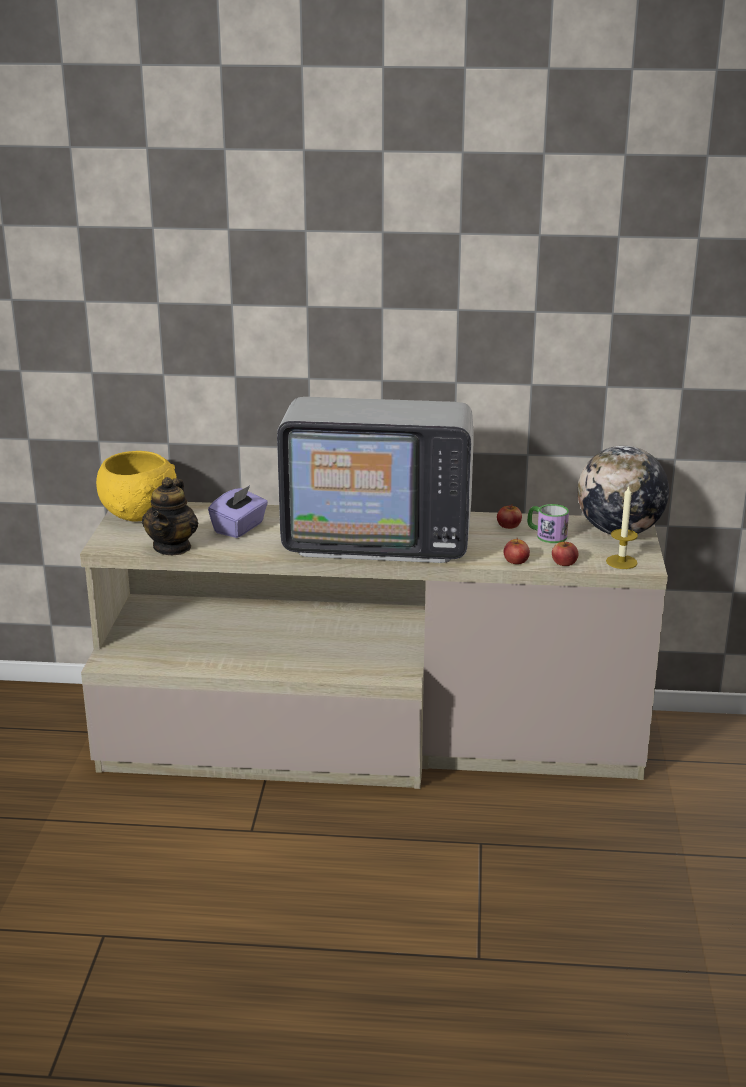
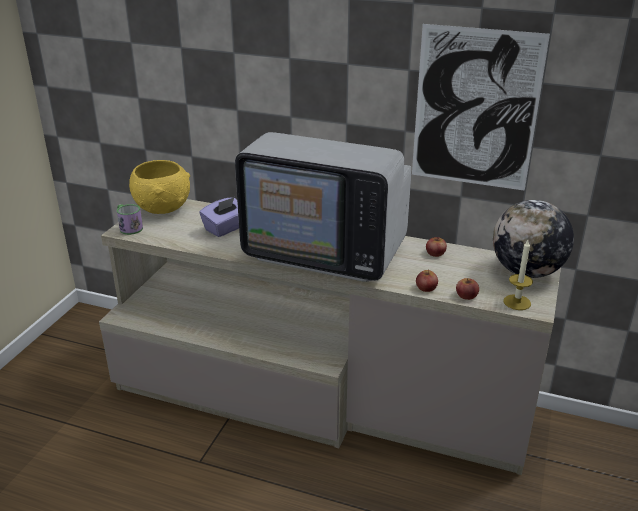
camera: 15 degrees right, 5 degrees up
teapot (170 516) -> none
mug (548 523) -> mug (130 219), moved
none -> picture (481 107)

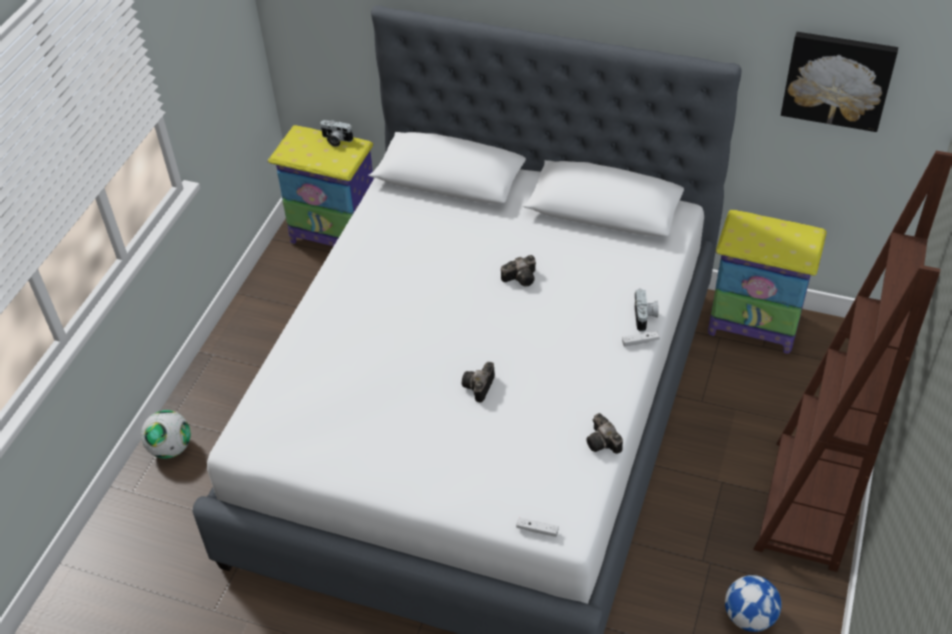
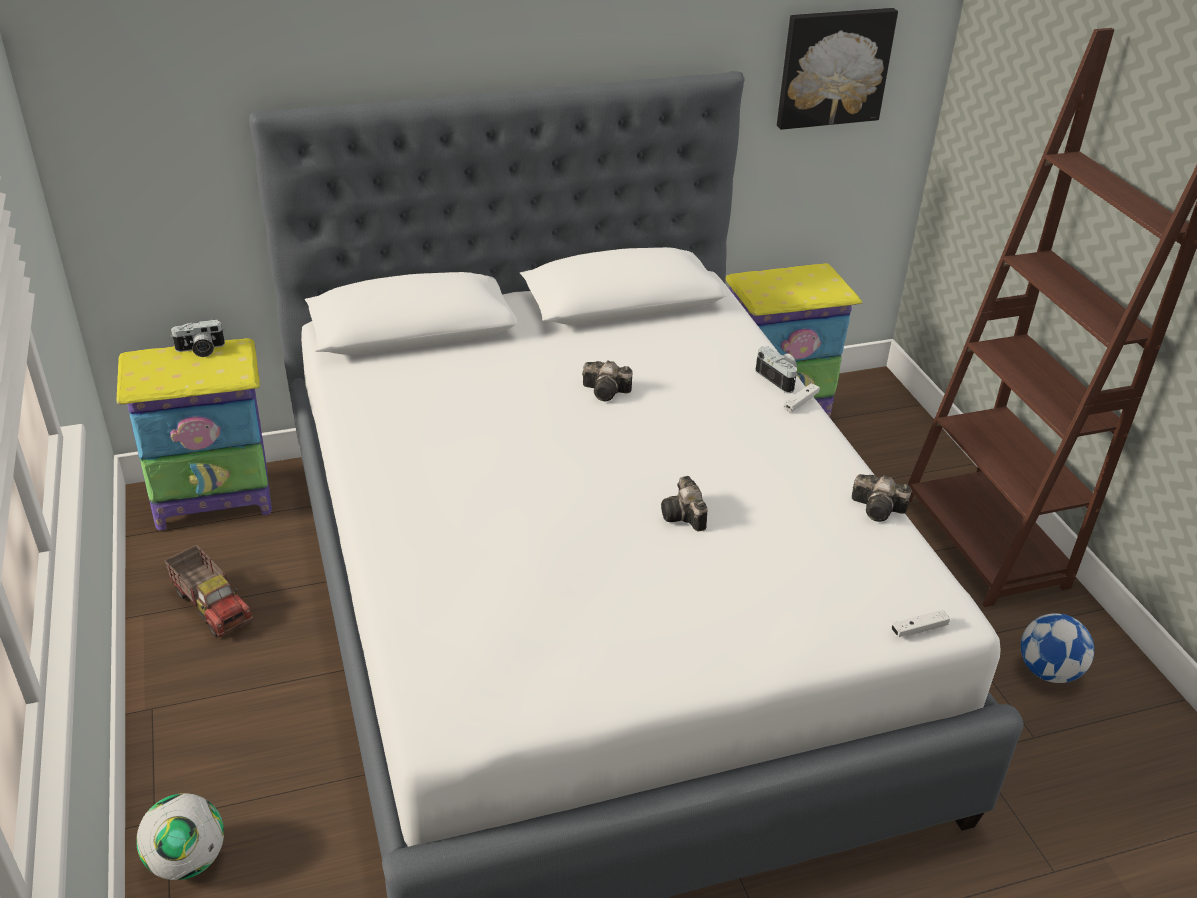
camera: 40 degrees left, 10 degrees down
photo camera (518 271) -> photo camera (607 380), 75 degrees clockwise
none -> toy truck (208 591)

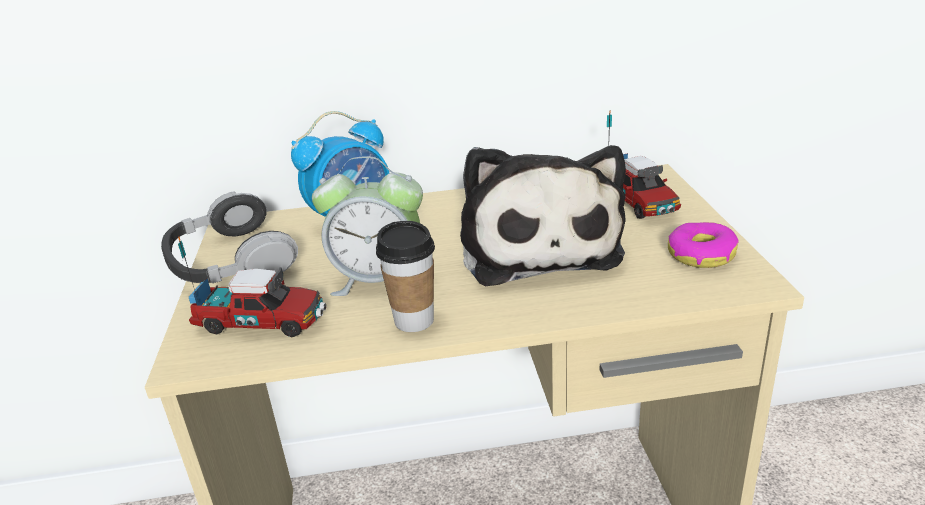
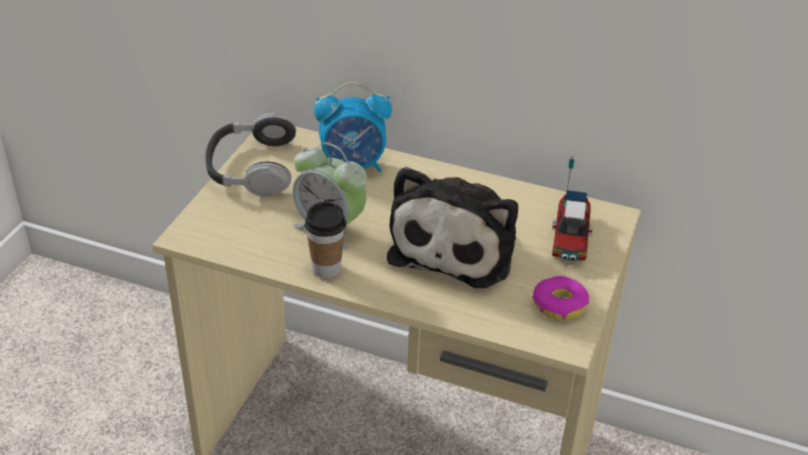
camera: 25 degrees right, 10 degrees up
toy truck (252 286) -> none

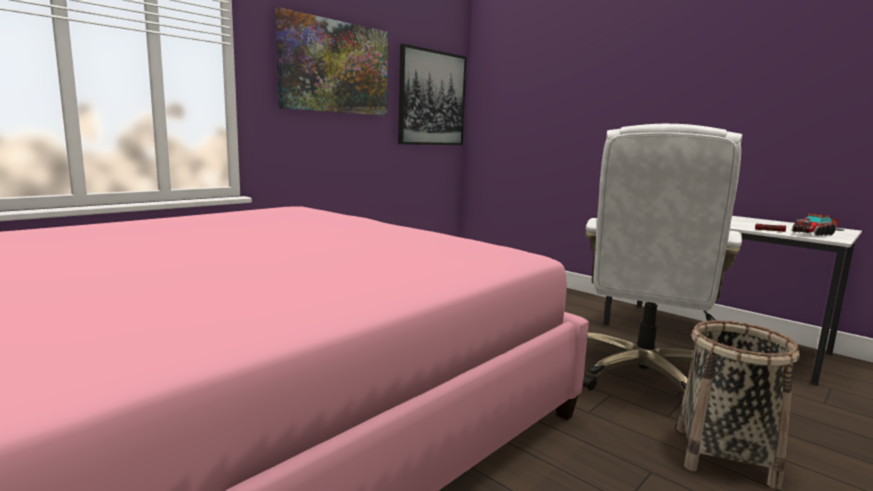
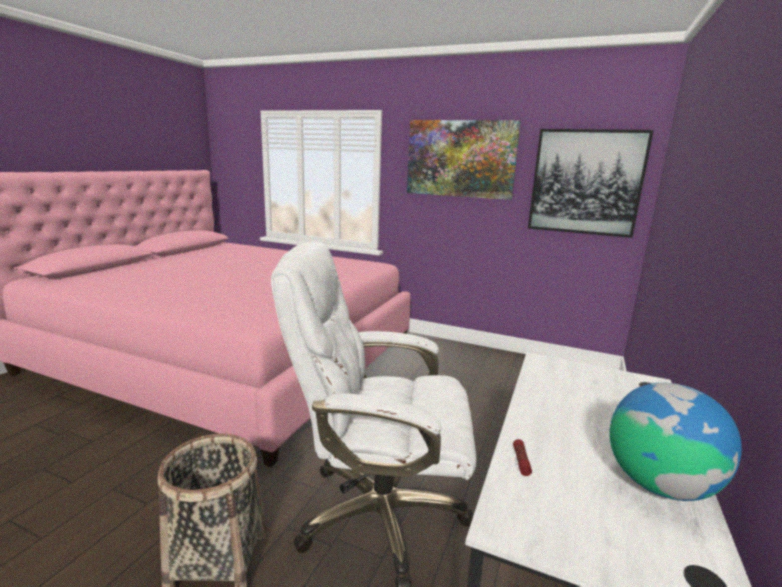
camera: 70 degrees right, 5 degrees up
toy truck (815 225) -> none
none -> globe (675 442)

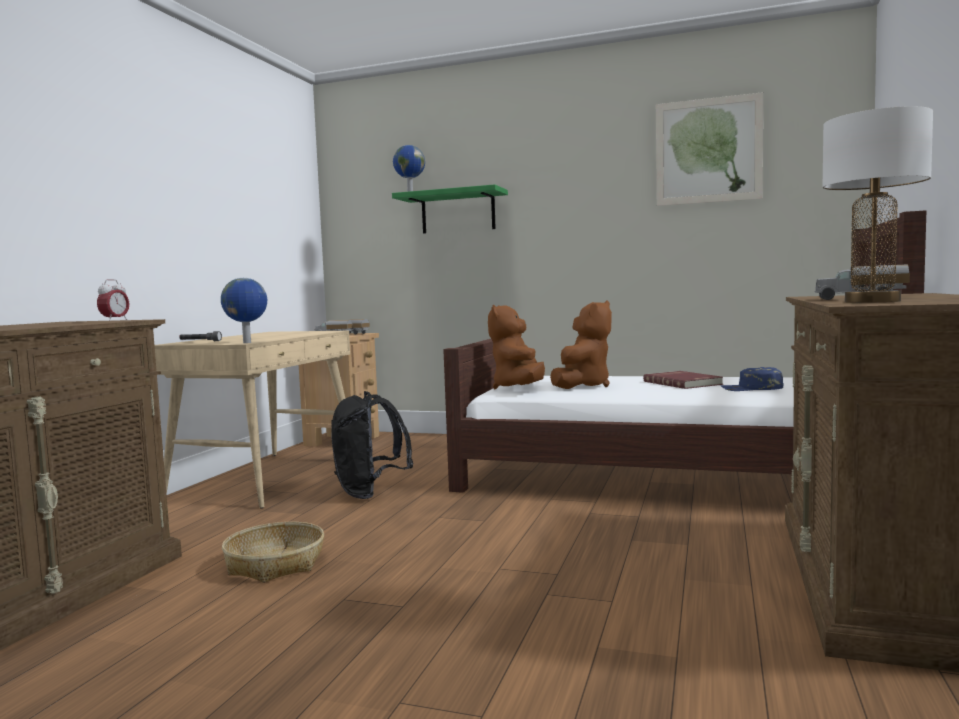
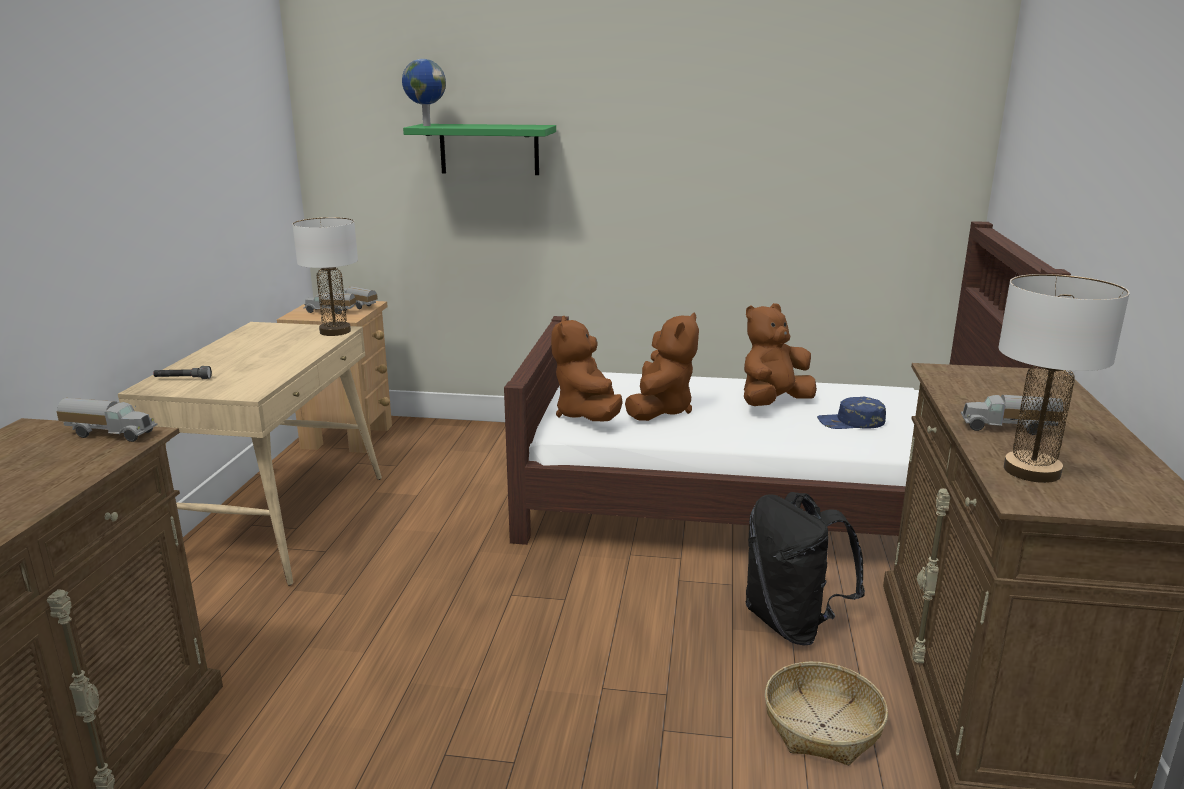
camera: 10 degrees left, 15 degrees up
alarm clock (113 300) -> toy truck (107 420)
globe (244 310) -> none
basket (273 552) -> basket (826 713), moved
black backpack (372 445) -> black backpack (805 568), moved
red book (683 380) -> brown plush toy (780 354)
picture (709 149) -> none
none -> table lamp (325 276)

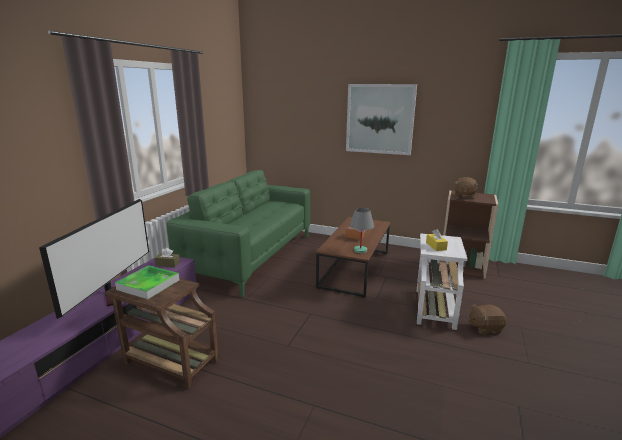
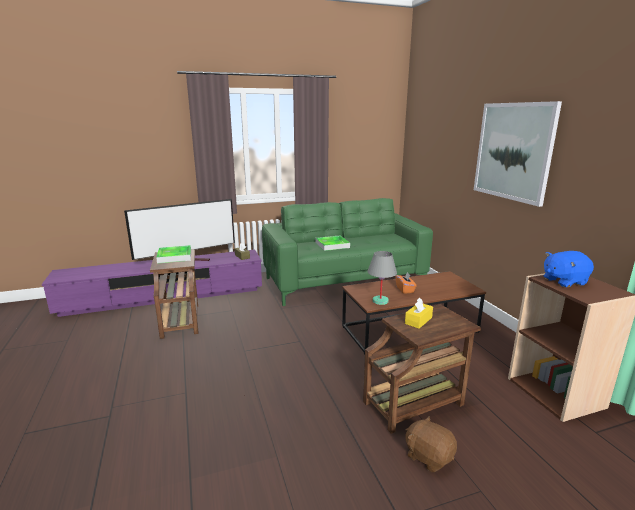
camera: 50 degrees right, 0 degrees up
white side table (441 281) -> brown side table (422 369)
brown plush toy (467 188) -> blue plush toy (569 269)
none -> tray (333 243)

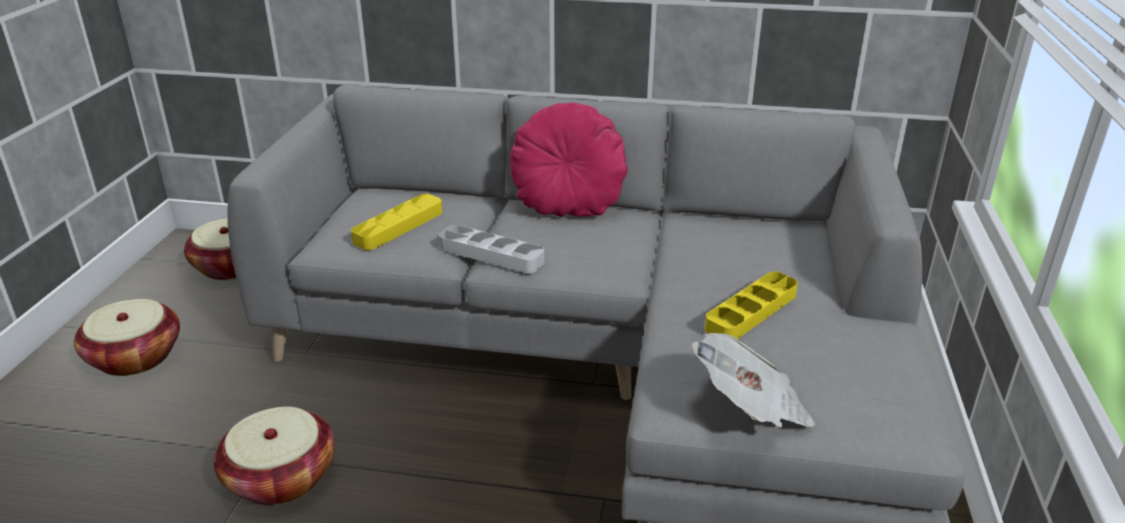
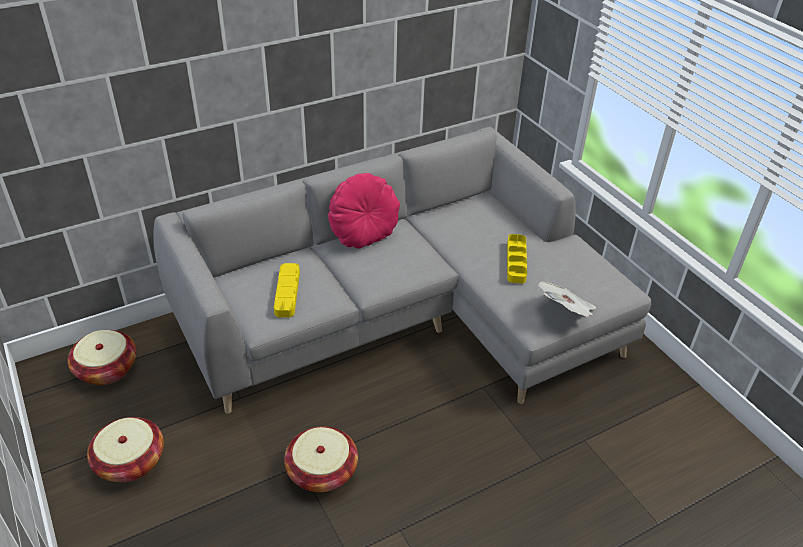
camera: 40 degrees left, 10 degrees up
grey tray (491 249) -> none

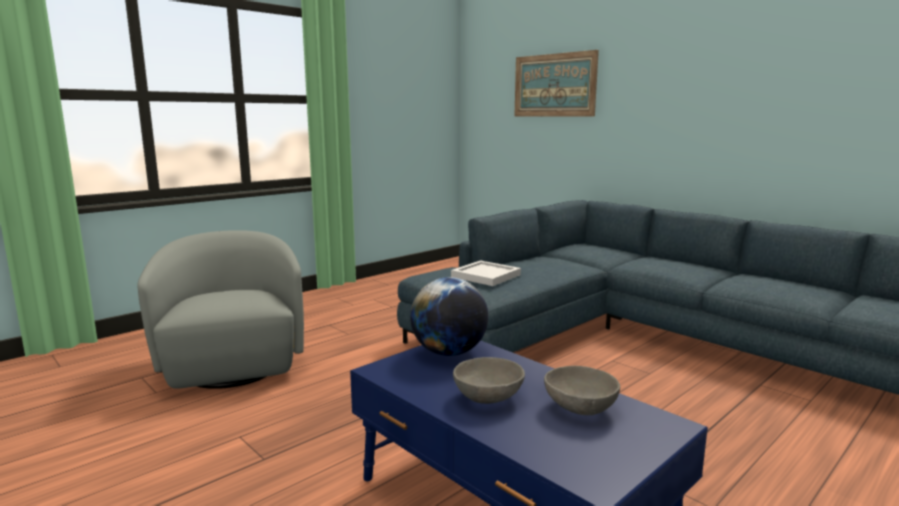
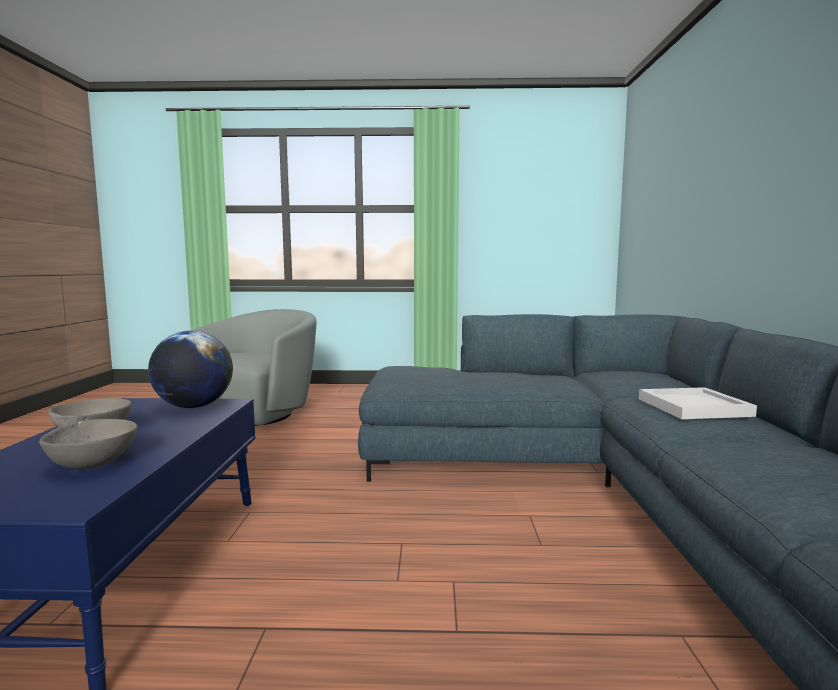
camera: 45 degrees right, 5 degrees down
white tray (486 273) -> white tray (698 403), moved
picture (556 83) -> none

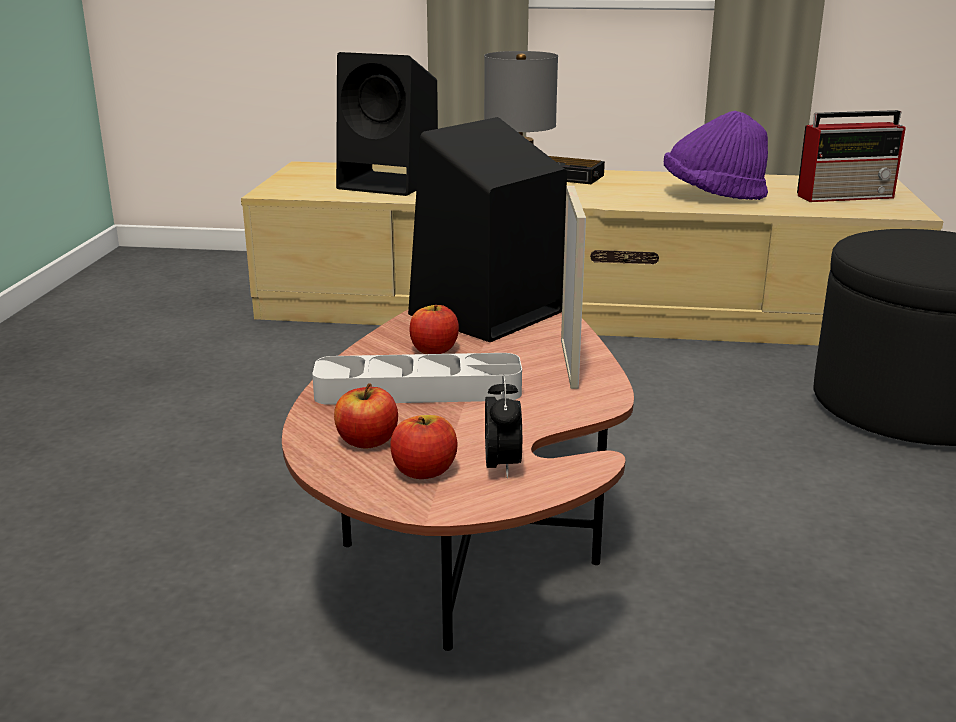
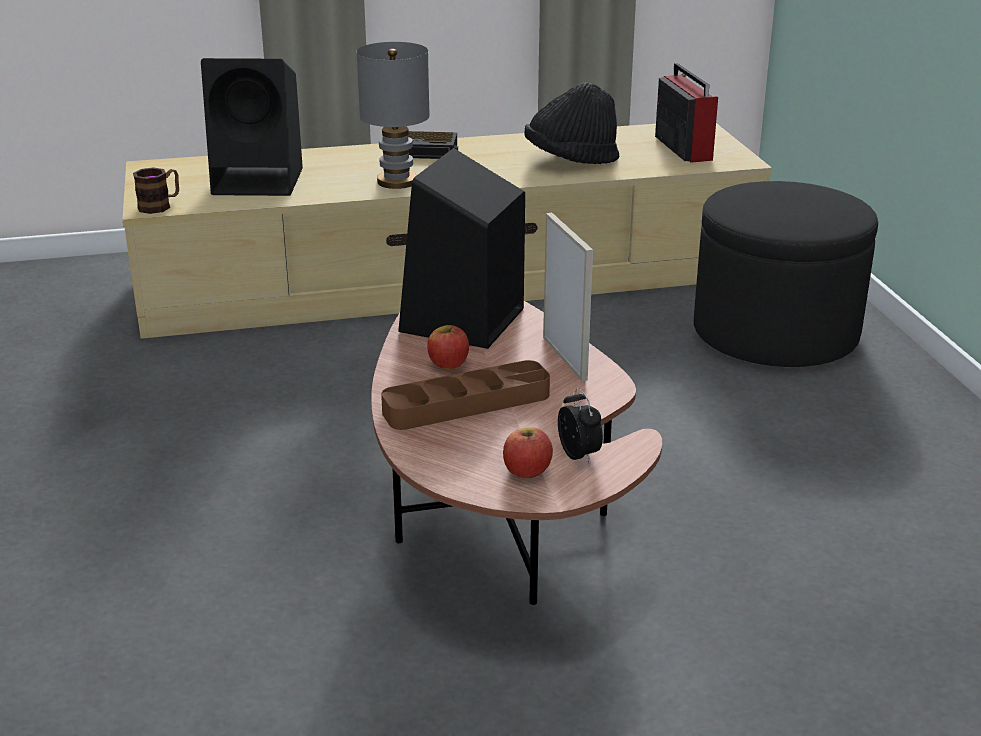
camera: 20 degrees left, 5 degrees up
grey tray (417 379) -> brown tray (465 395)
apple (366 416) -> none
purple hat (716 155) -> black hat (571 123)
radio (851 156) -> radio (686 113), 75 degrees counterclockwise
none -> mug (156 190)

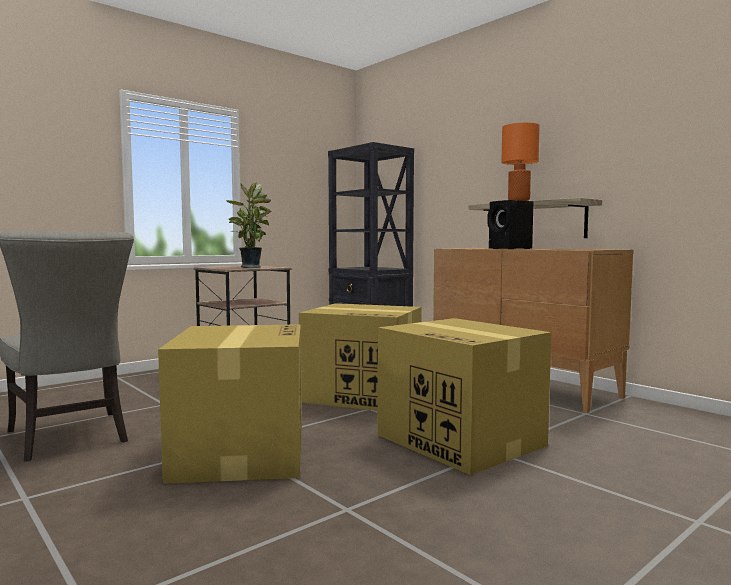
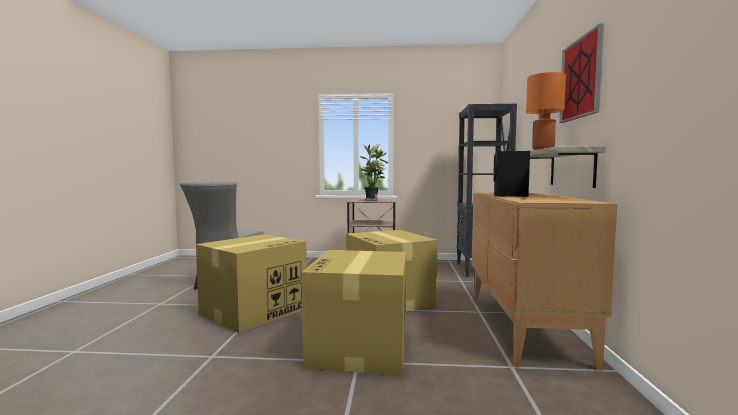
camera: 45 degrees right, 0 degrees up
none -> picture (581 73)

